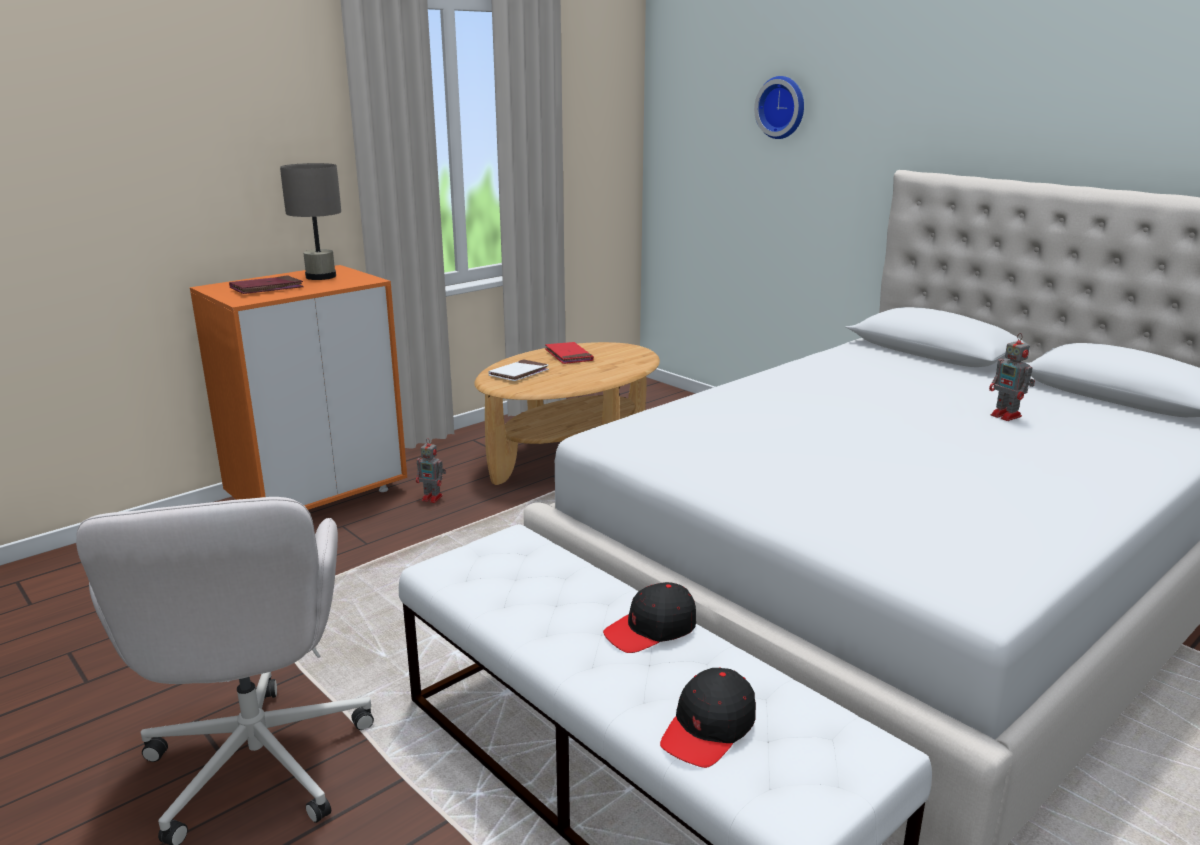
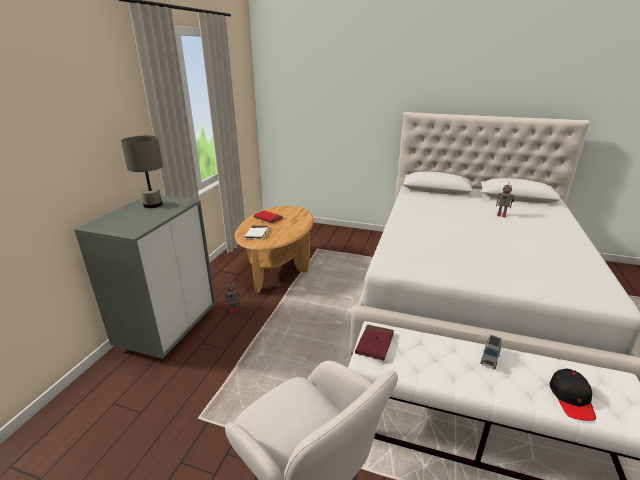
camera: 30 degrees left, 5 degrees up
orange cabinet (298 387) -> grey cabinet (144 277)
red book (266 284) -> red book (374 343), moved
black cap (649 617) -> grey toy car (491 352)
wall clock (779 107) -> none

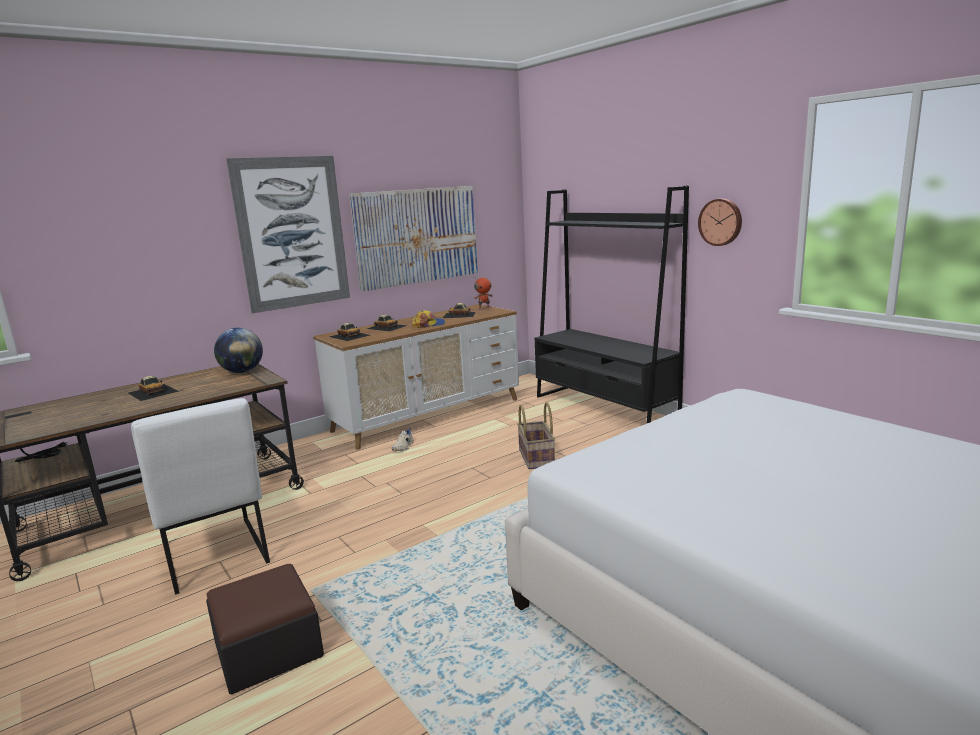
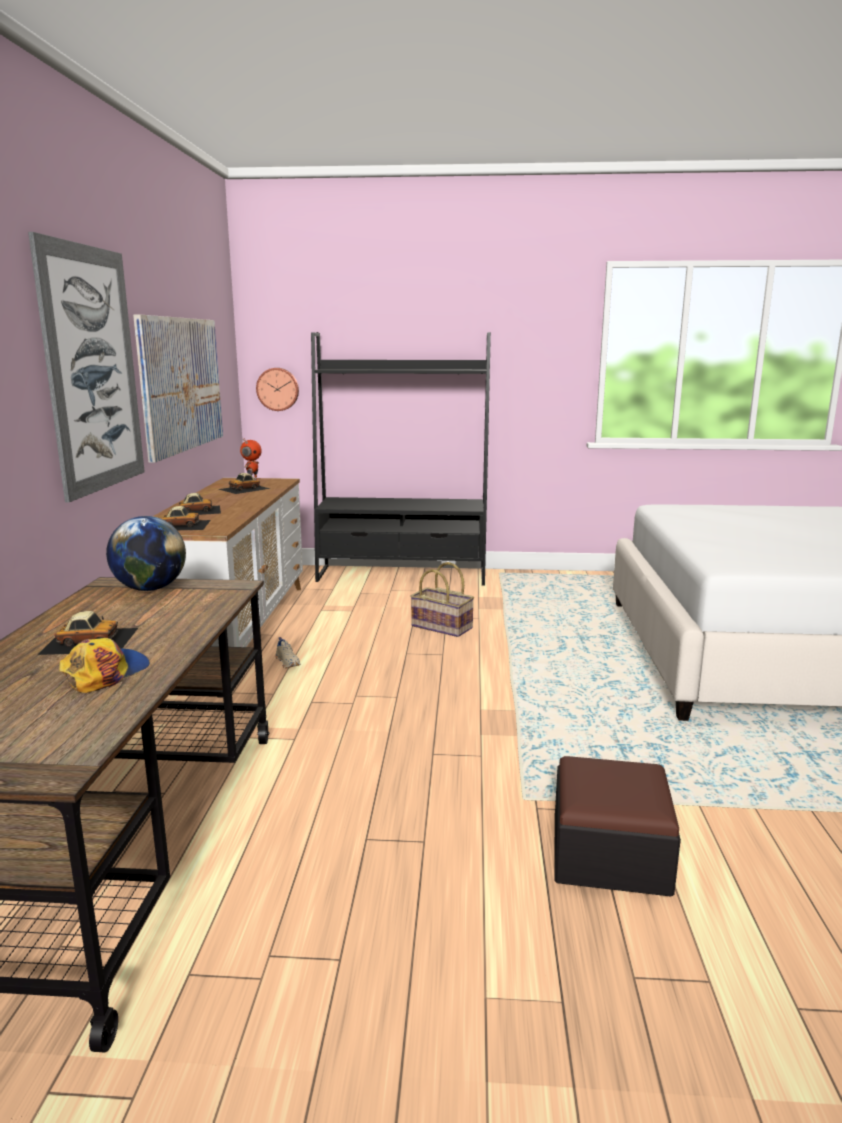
camera: 50 degrees left, 0 degrees up
white chair (200 496) -> none
cap (428 319) -> cap (104 665), moved
wall clock (720 222) -> wall clock (277 389), moved

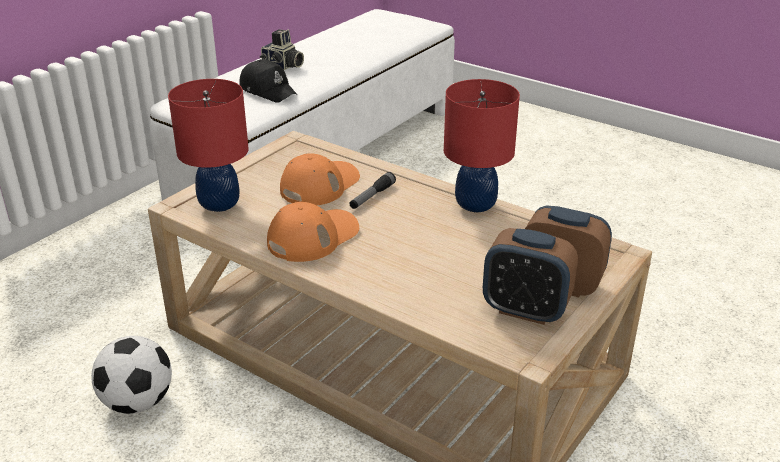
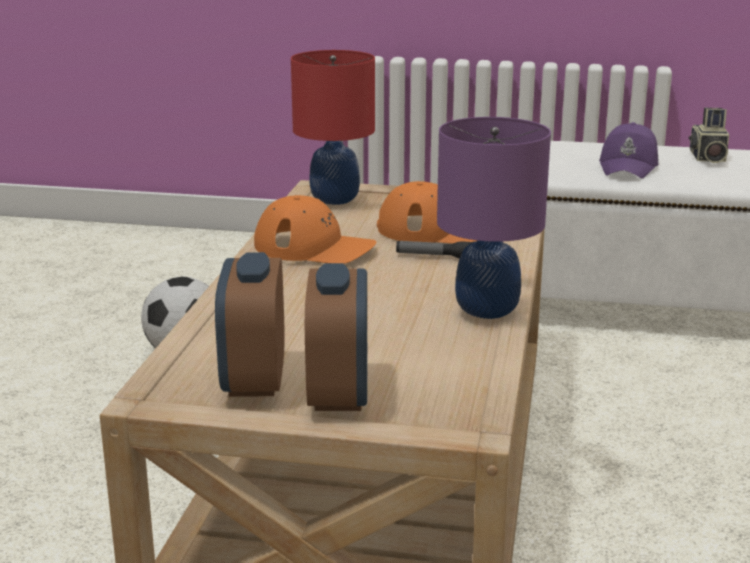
camera: 65 degrees right, 10 degrees down
black cap (268 80) -> purple cap (629 150)
red table lamp (482 145) -> purple table lamp (494 218)

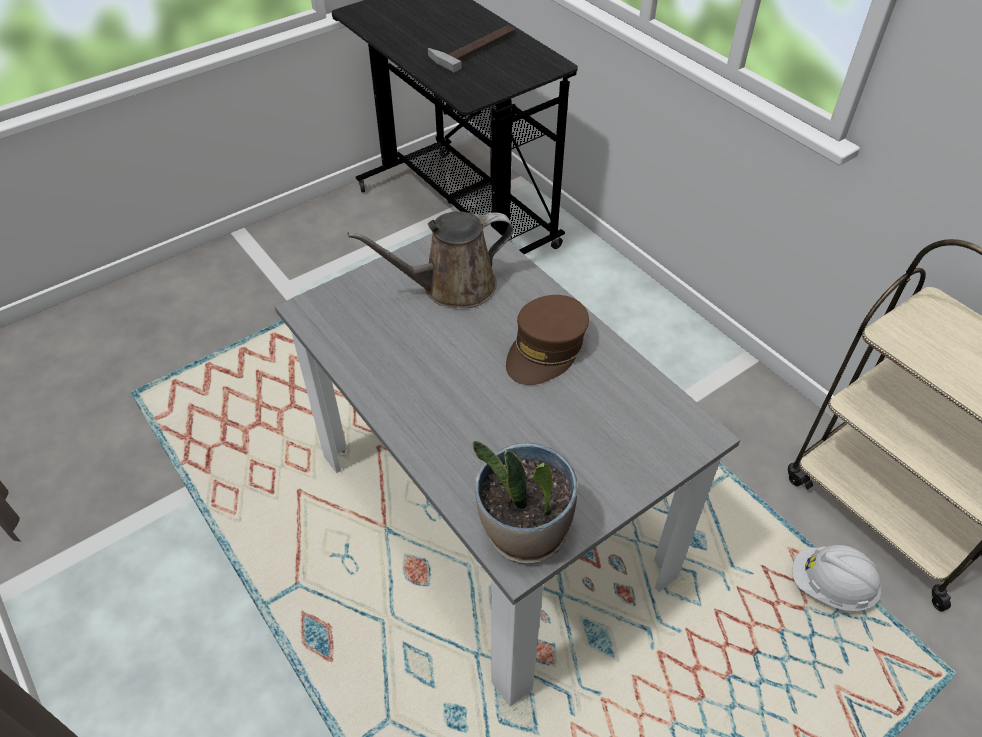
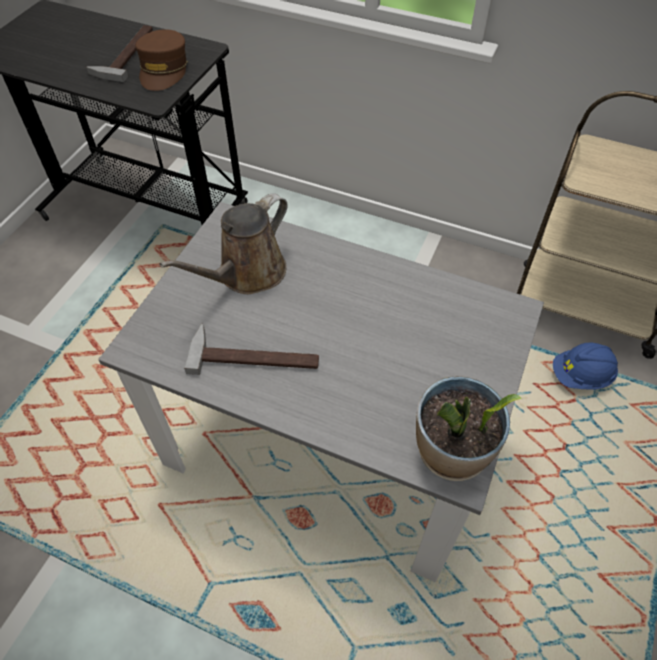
camera: 30 degrees left, 5 degrees up
brown cap (547 340) -> brown cap (161 60), moved
white hard hat (836 578) -> blue hard hat (585 366)
none -> hammer (251 349)

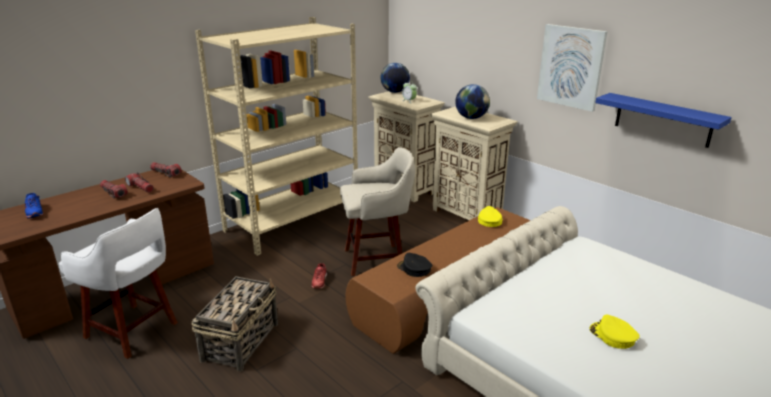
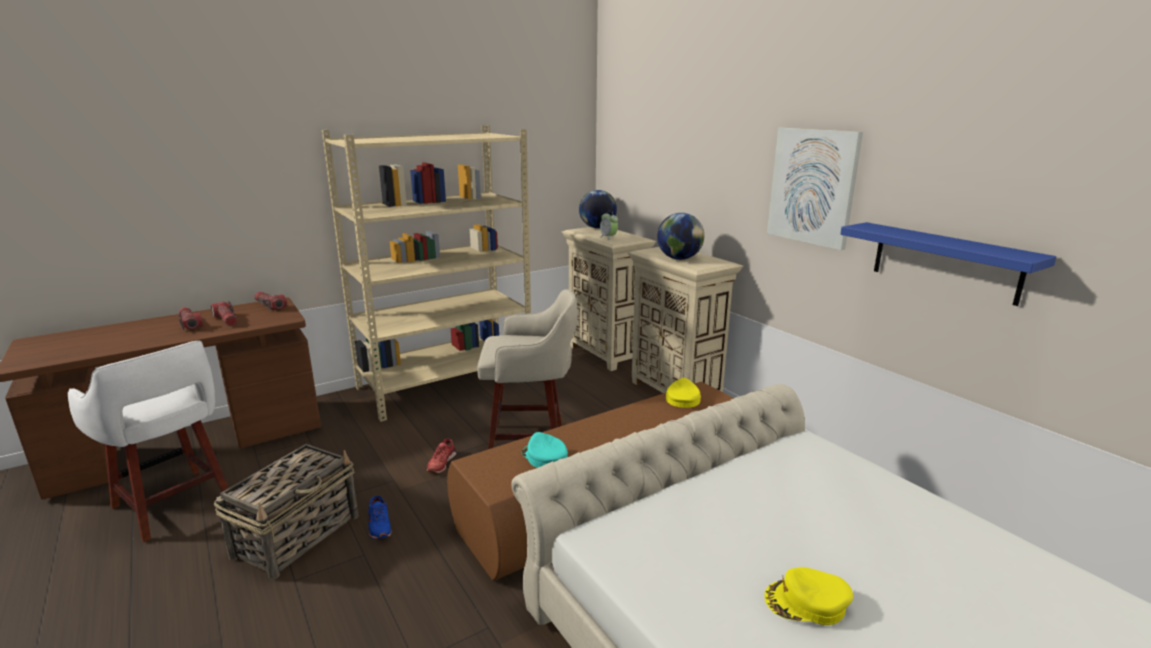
camera: 10 degrees right, 5 degrees down
blue shoe (34 206) -> blue shoe (380 517), moved
black cap (414 265) -> turquoise cap (544 450)
yellow cap (614 331) -> yellow cap (808 596), 60 degrees counterclockwise

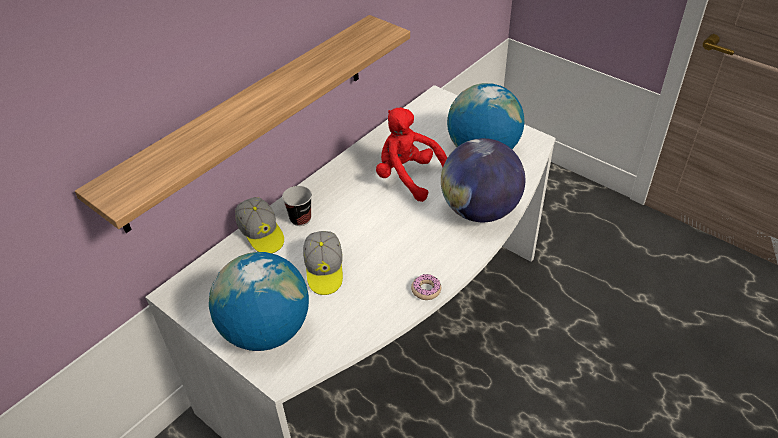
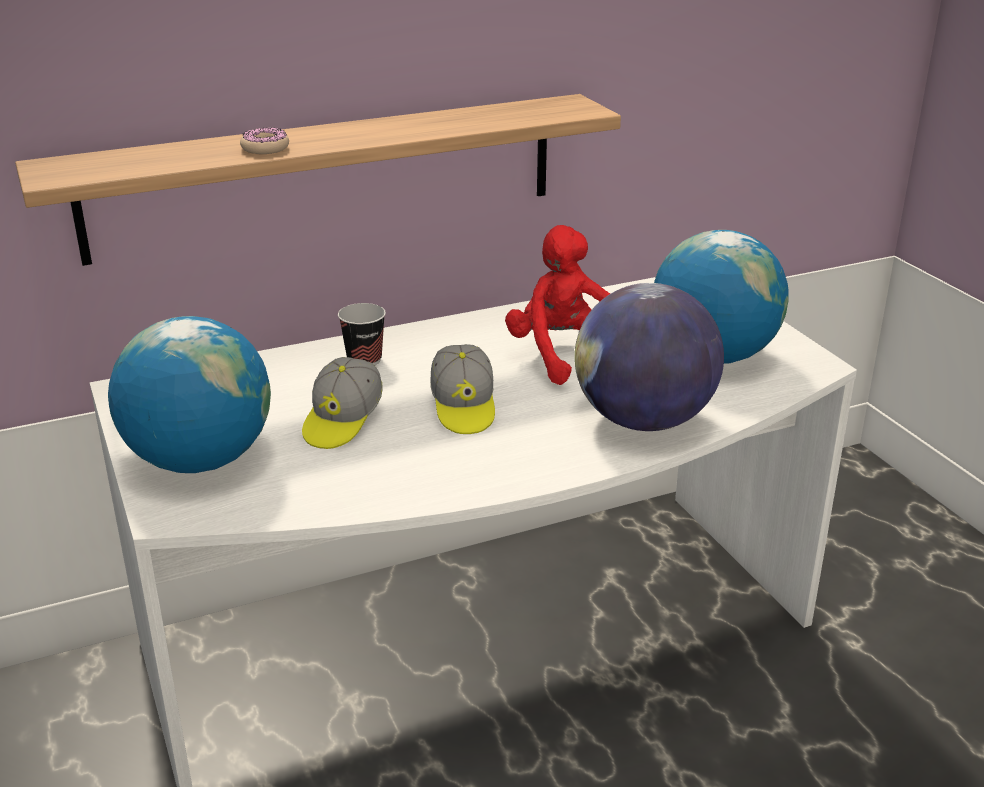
camera: 25 degrees right, 15 degrees down
cap (259 225) -> cap (463 389), moved
donut (426 287) -> donut (264 140), moved

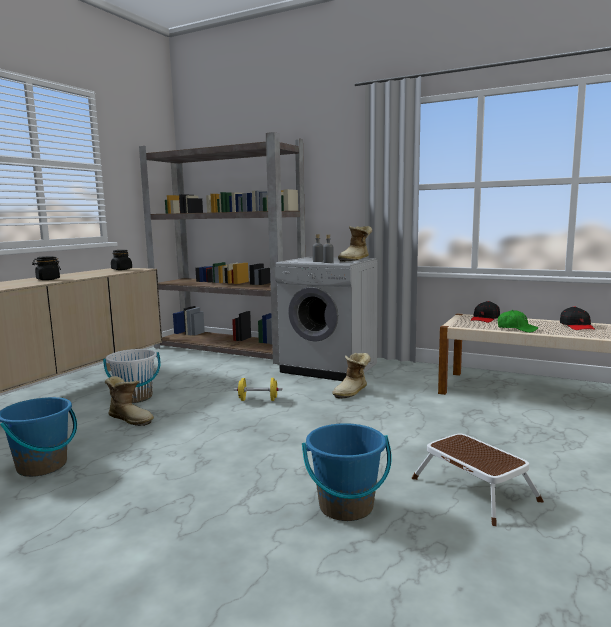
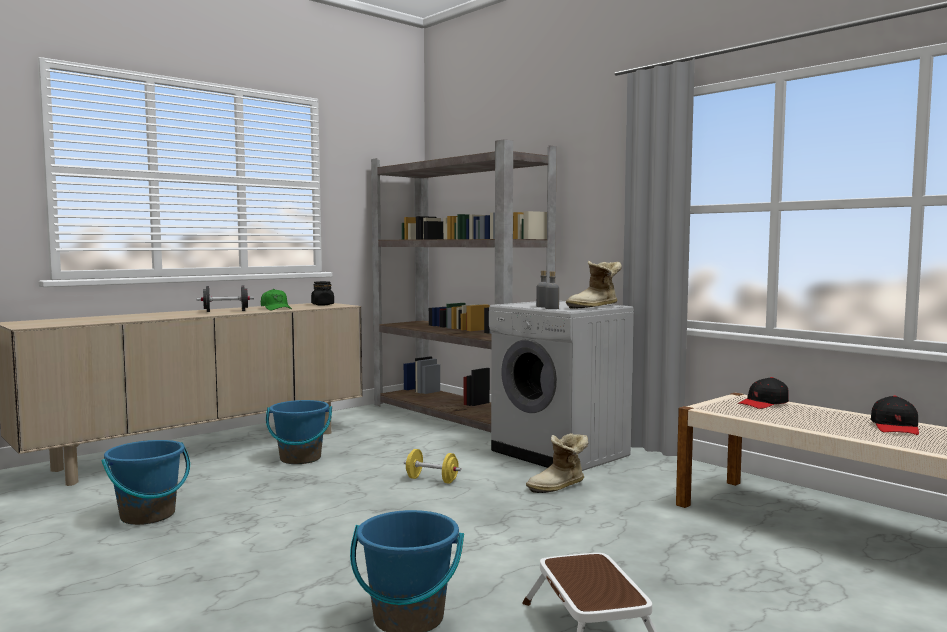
camera: 20 degrees right, 5 degrees down
black jar (46 268) -> black dumbbell (225 298)
white bucket (132 376) -> blue bucket (299 432)
boot (129 401) -> none
green cap (518 321) -> green cap (276 299), moved

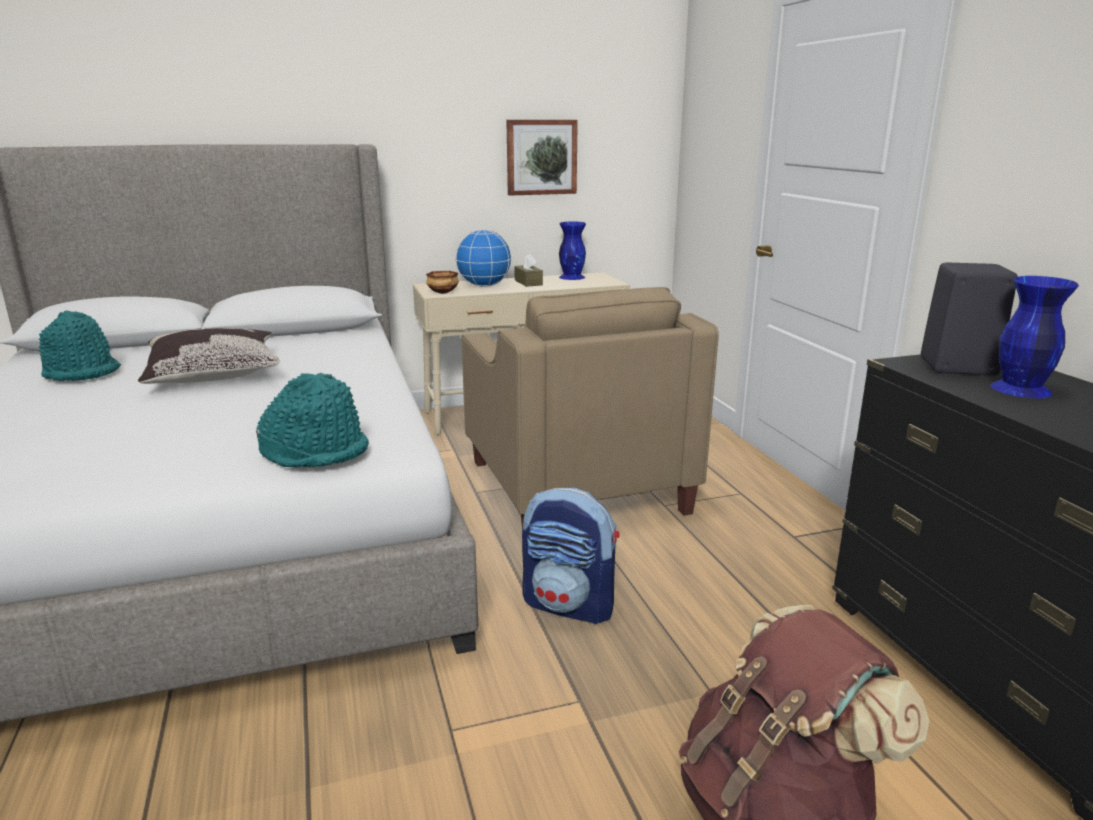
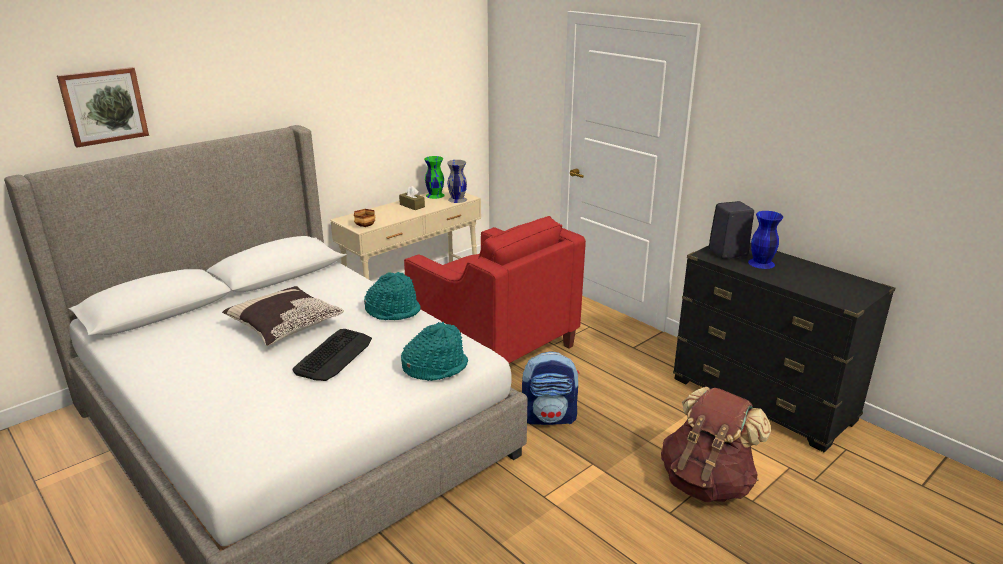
camera: 25 degrees left, 5 degrees up
turquoise hat (80 346) -> turquoise hat (392 296), moved
globe (483 258) -> none
beige armchair (590 408) -> red armchair (495 289)
picture (542 158) -> picture (103 107), moved
blue vase (572 250) -> green vase (434 177)
none -> keyboard (332 355)
none -> grey vase (457 181)

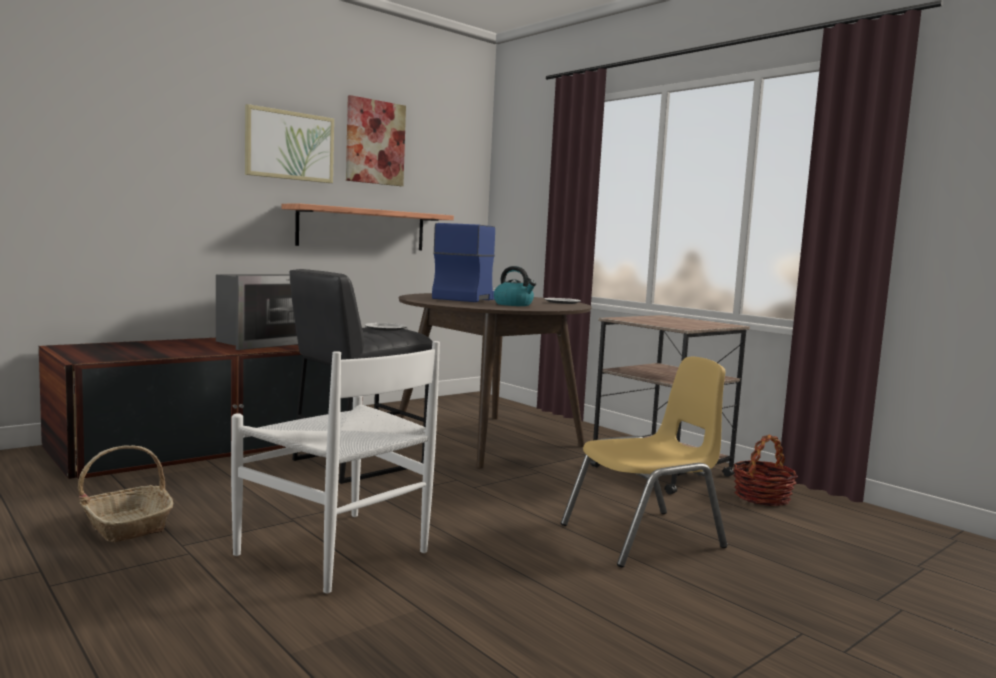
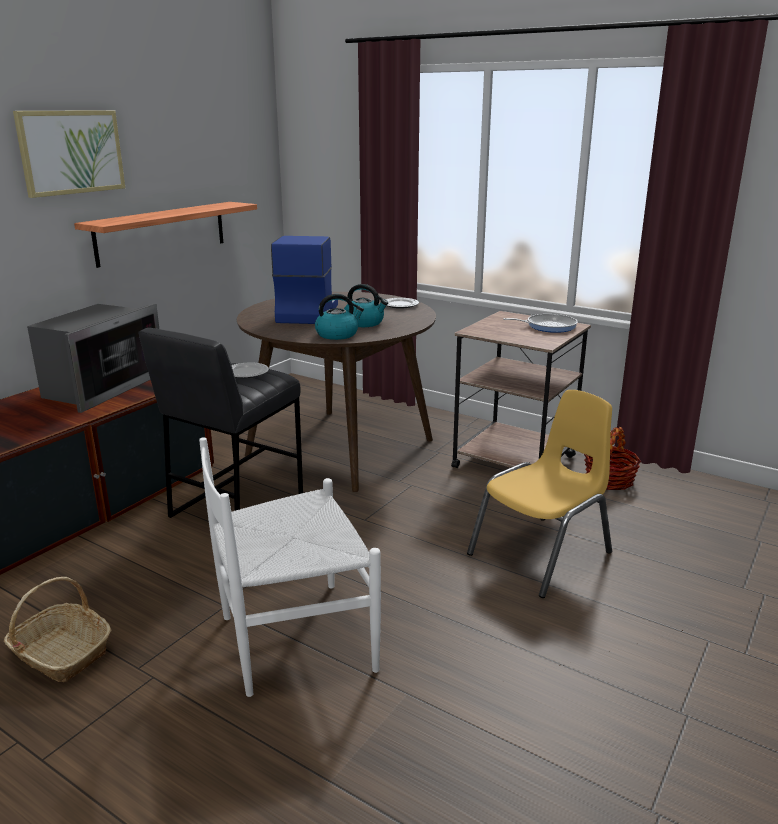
camera: 15 degrees left, 15 degrees up
white chair (335 467) -> white chair (290 567), 135 degrees clockwise
picture (376 140) -> none
none -> kettle (339 317)
none -> frying pan (540 323)

